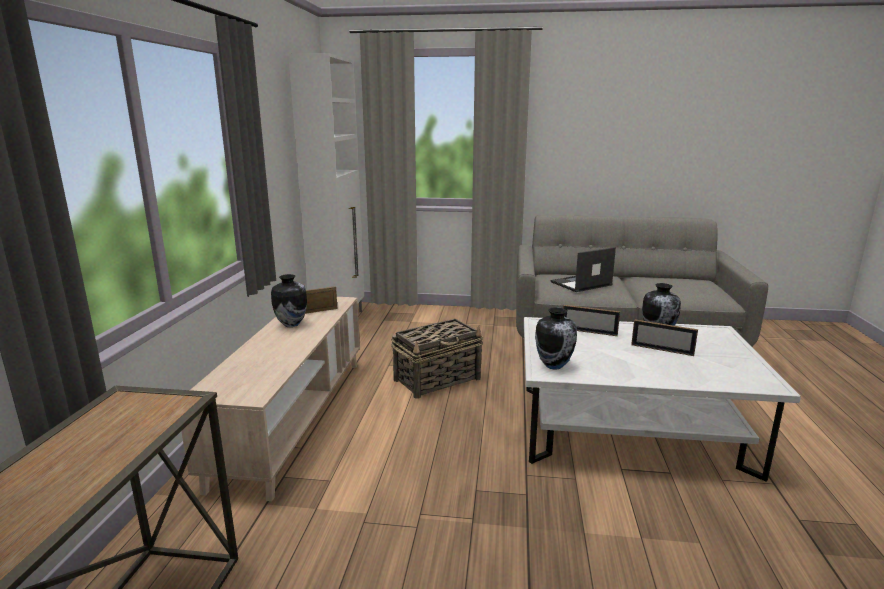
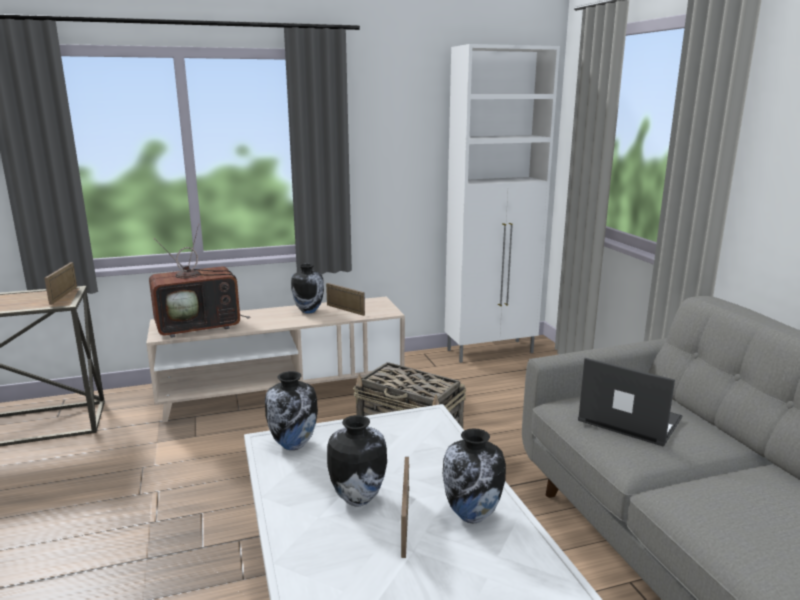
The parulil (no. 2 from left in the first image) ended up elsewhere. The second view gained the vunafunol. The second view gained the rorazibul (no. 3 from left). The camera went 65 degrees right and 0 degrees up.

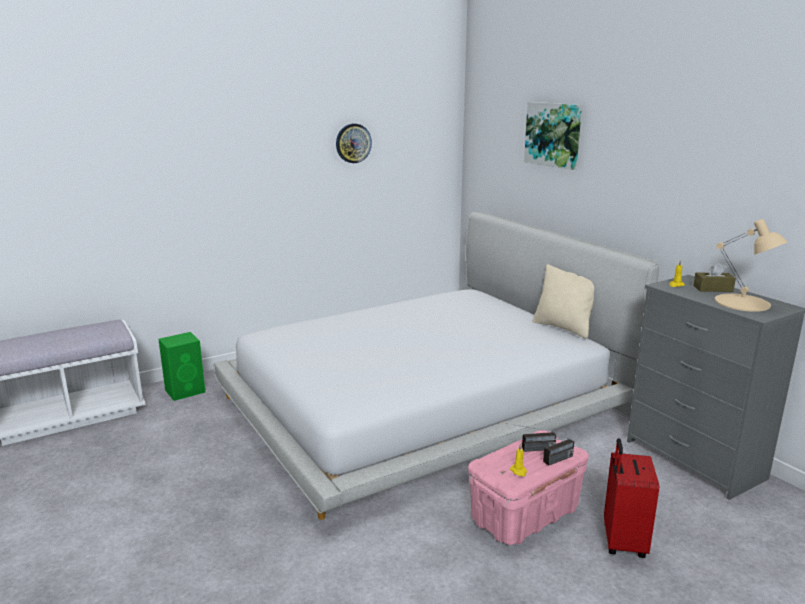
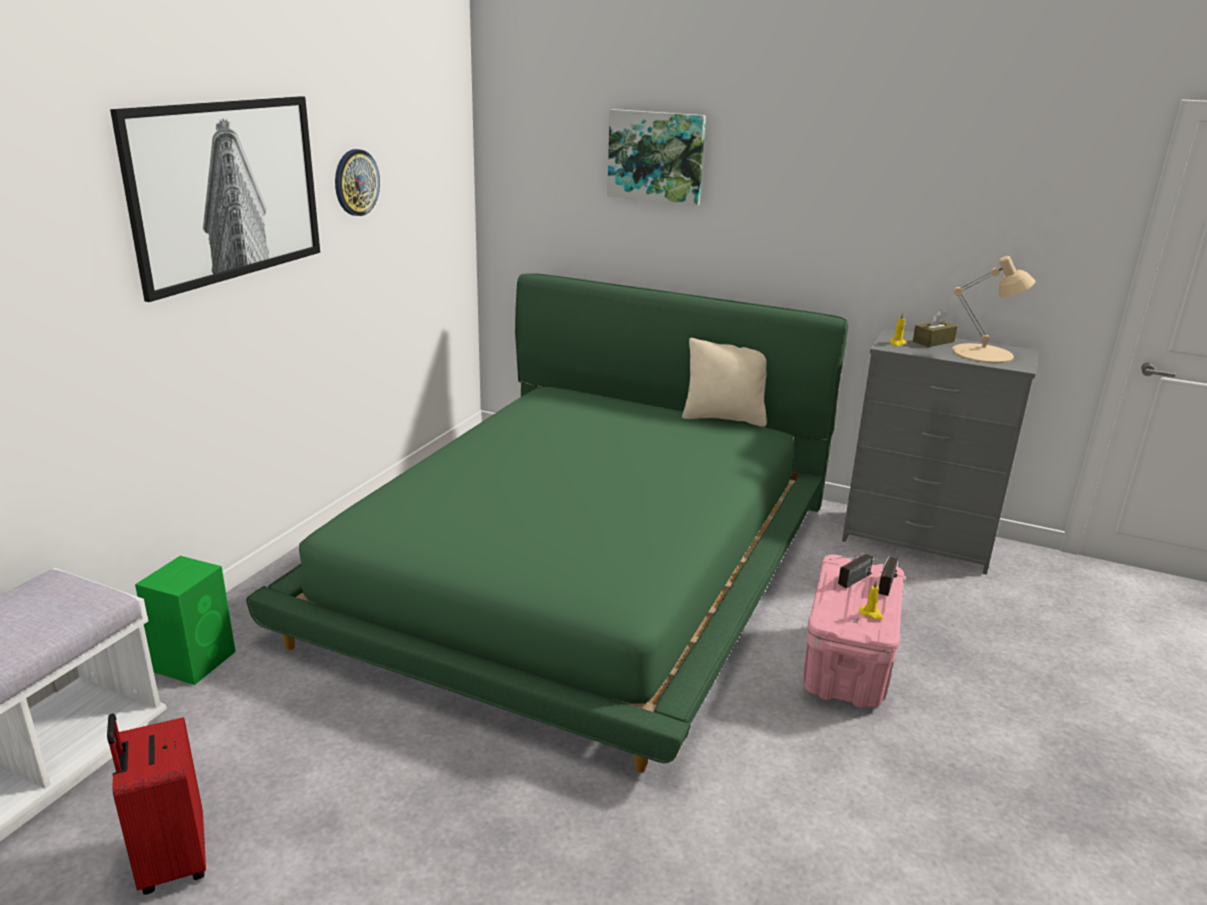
The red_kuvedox ended up elsewhere. The second view gained the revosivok (no. 1 from left). What was the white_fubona turned into the green_fubona. The camera went 35 degrees left and 5 degrees up.

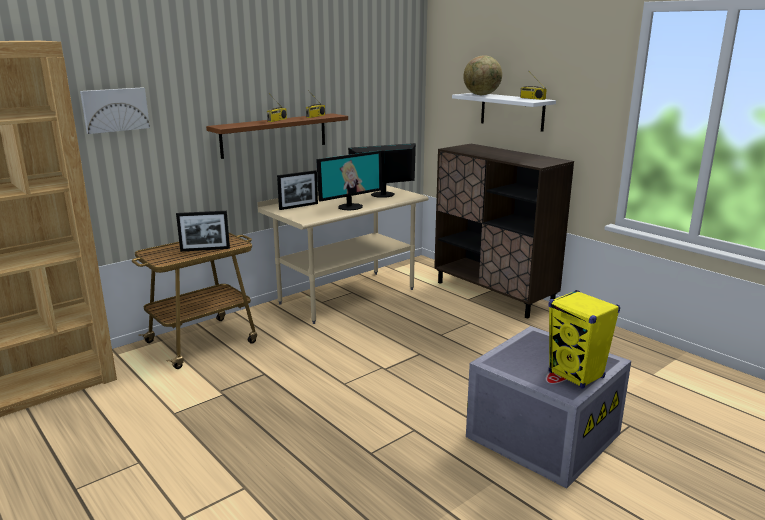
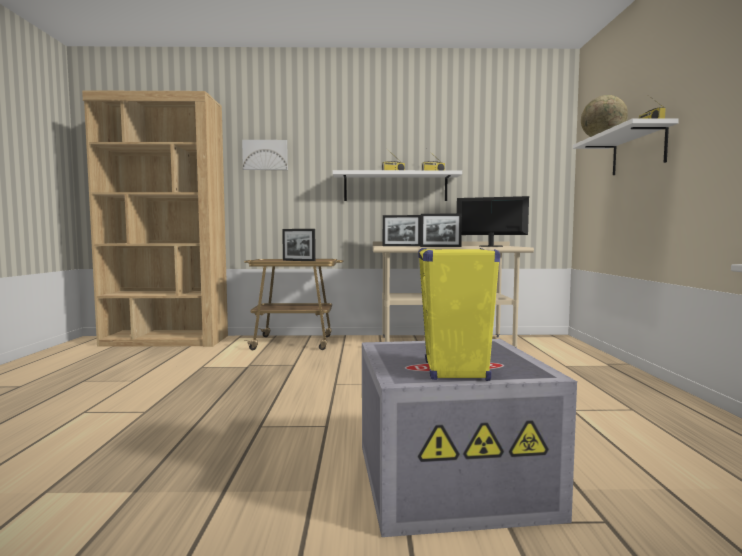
What was the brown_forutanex turned into the white_forutanex (no. 1 from left). Where the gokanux (no. 1 from left) stood, the parulil (no. 3 from left) came to stand. The second view lost the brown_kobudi. The camera went 40 degrees right and 15 degrees down.

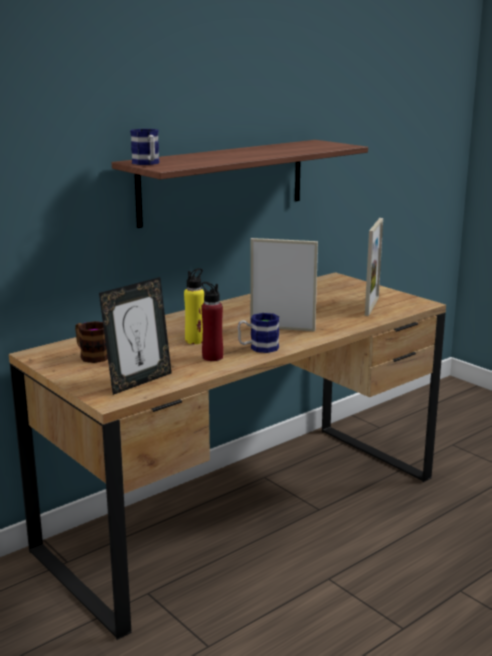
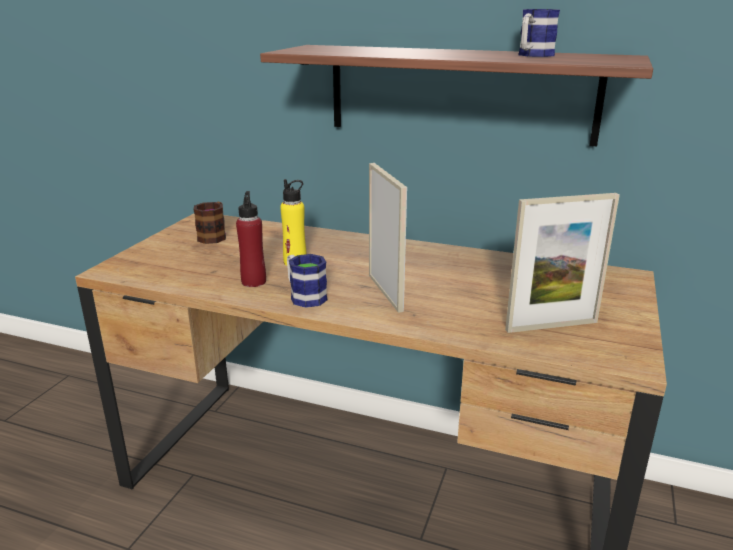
The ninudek (no. 2 from left in the first image) ended up elsewhere. The second view lost the parulil (no. 1 from left). The camera went 60 degrees right and 5 degrees up.

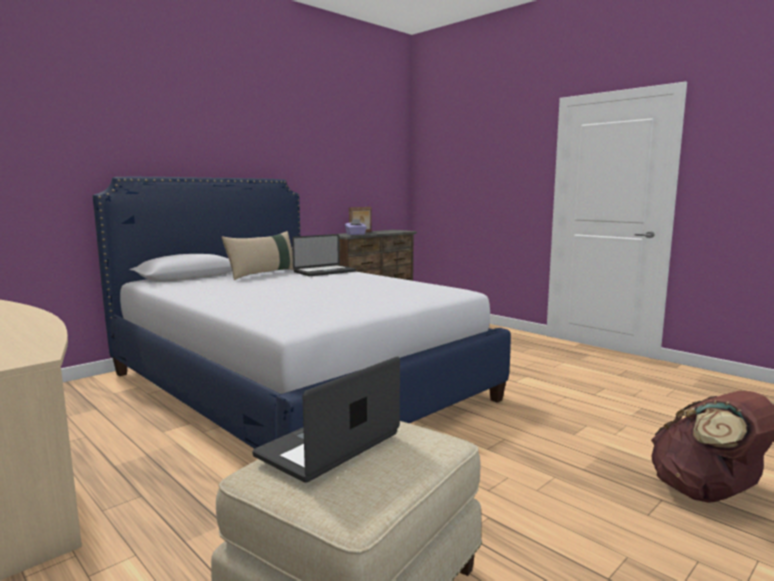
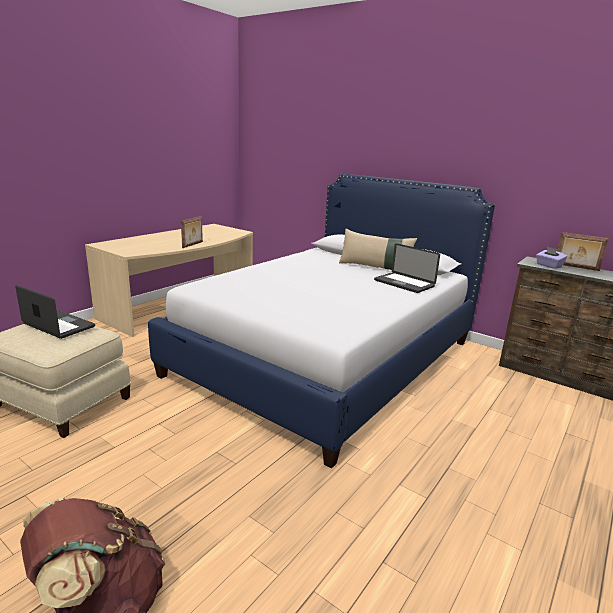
The second view gained the parulil (no. 1 from left). The camera went 80 degrees right and 10 degrees up.

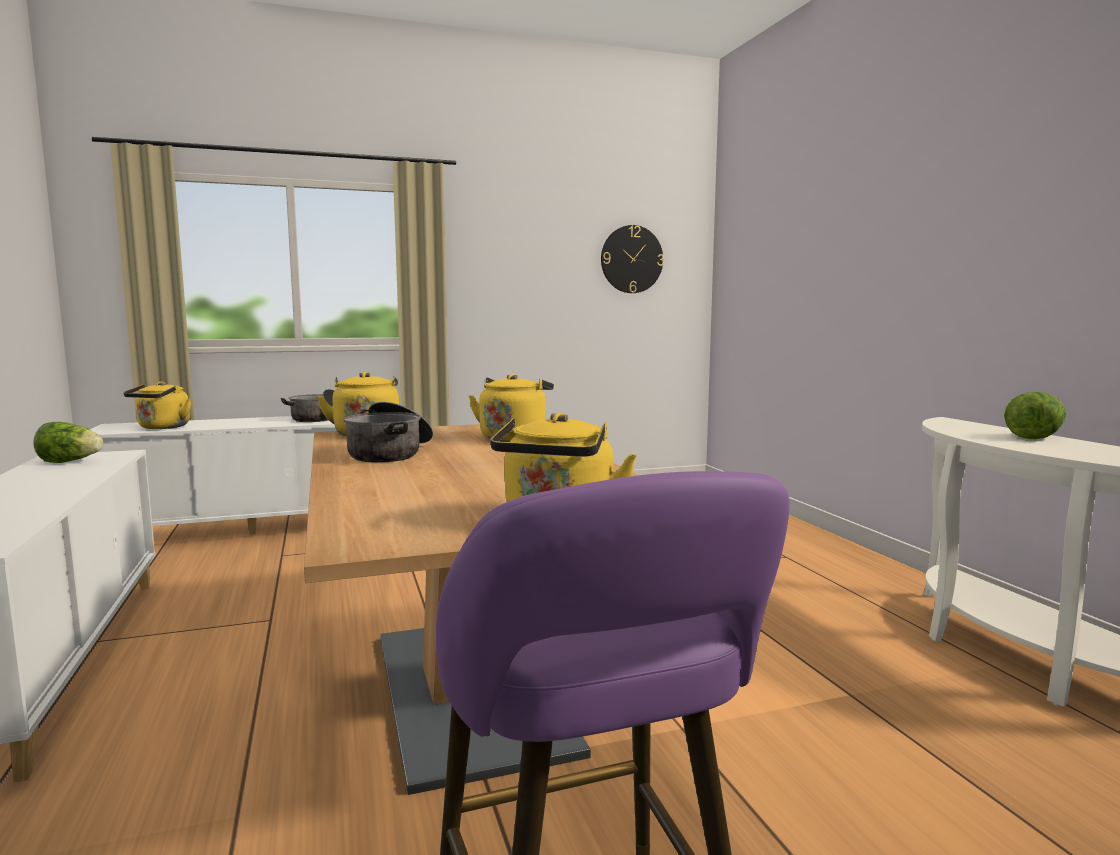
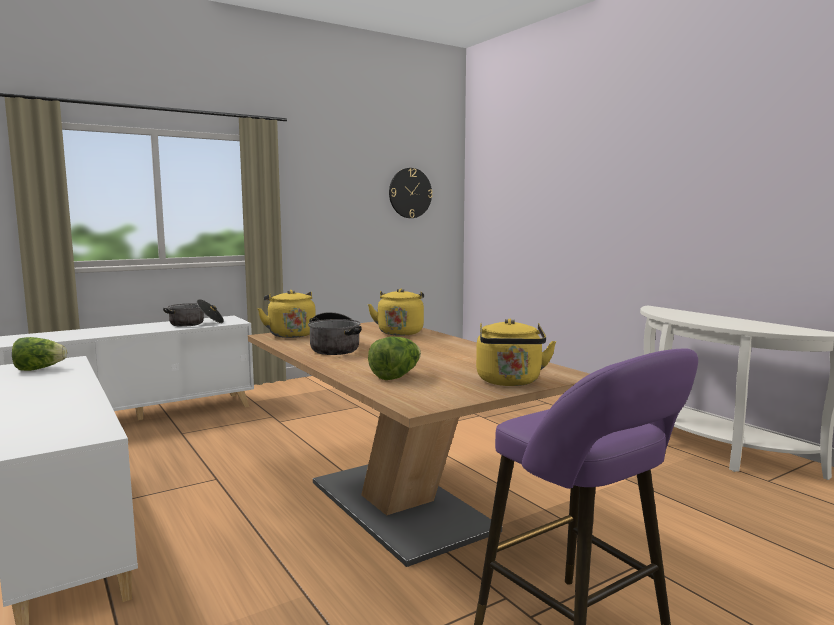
The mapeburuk (no. 2 from left) ended up elsewhere. The second view lost the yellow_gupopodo (no. 1 from left). The camera went 15 degrees left and 0 degrees up.

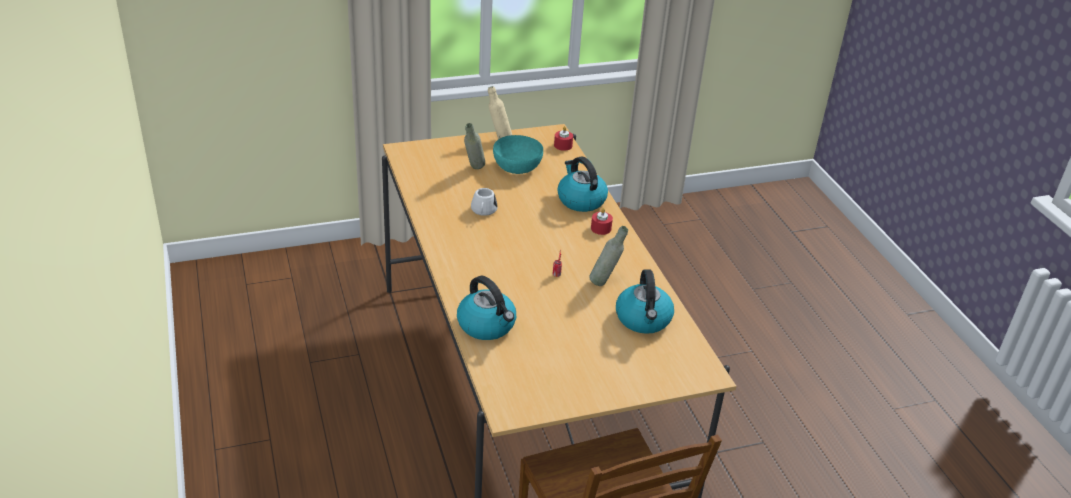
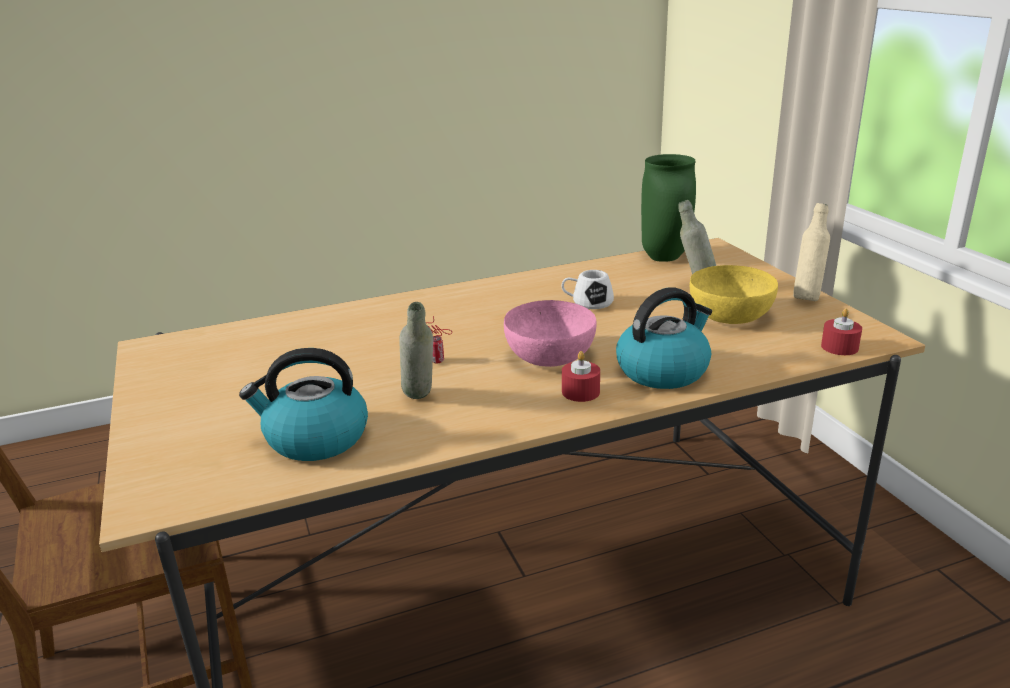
The second view gained the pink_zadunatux. The second view gained the green_rorazibul. What was the turquoise_zadunatux turned into the yellow_zadunatux. The second view lost the gupopodo (no. 1 from left). The camera went 90 degrees right and 10 degrees down.

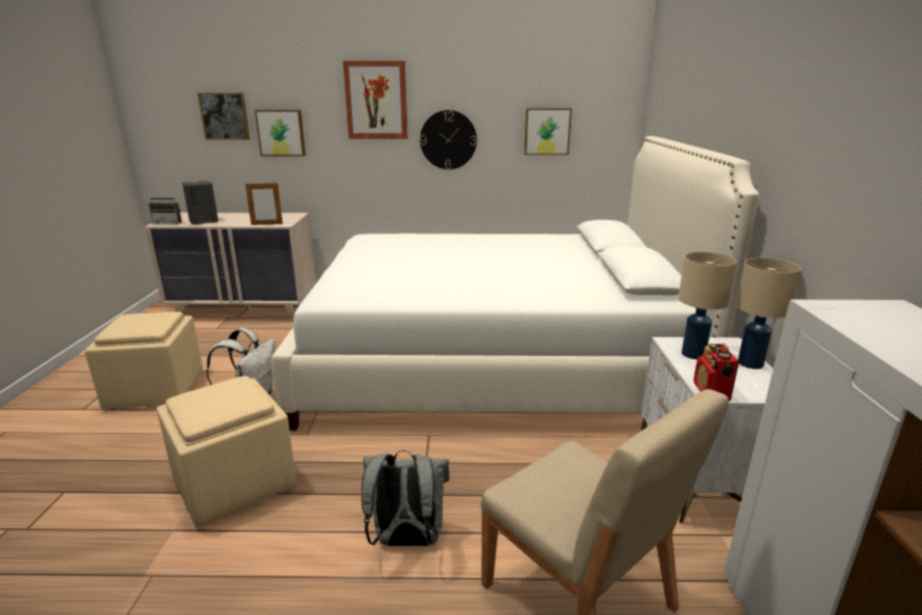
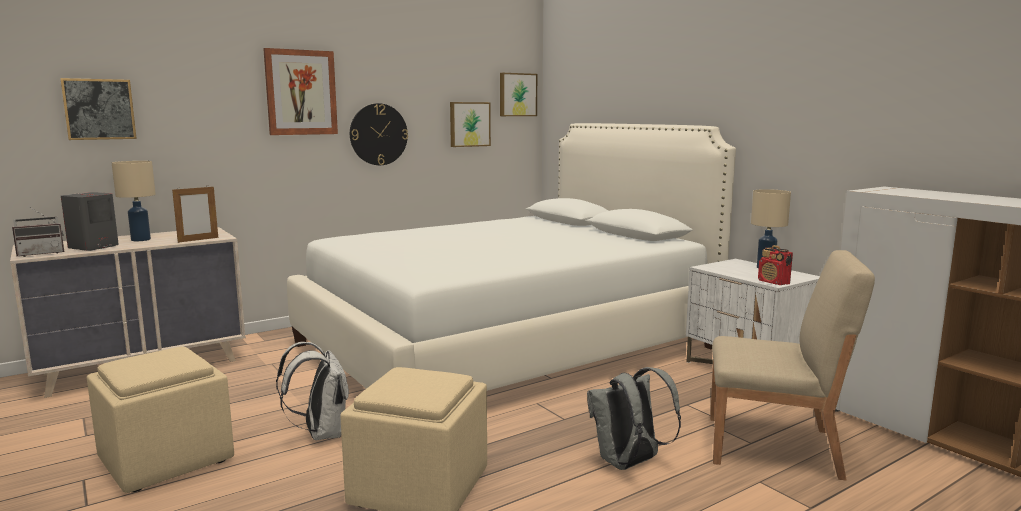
The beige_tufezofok (no. 1 from left) ended up elsewhere. The revosivok (no. 2 from left in the first image) ended up elsewhere. The camera went 35 degrees left and 10 degrees down.

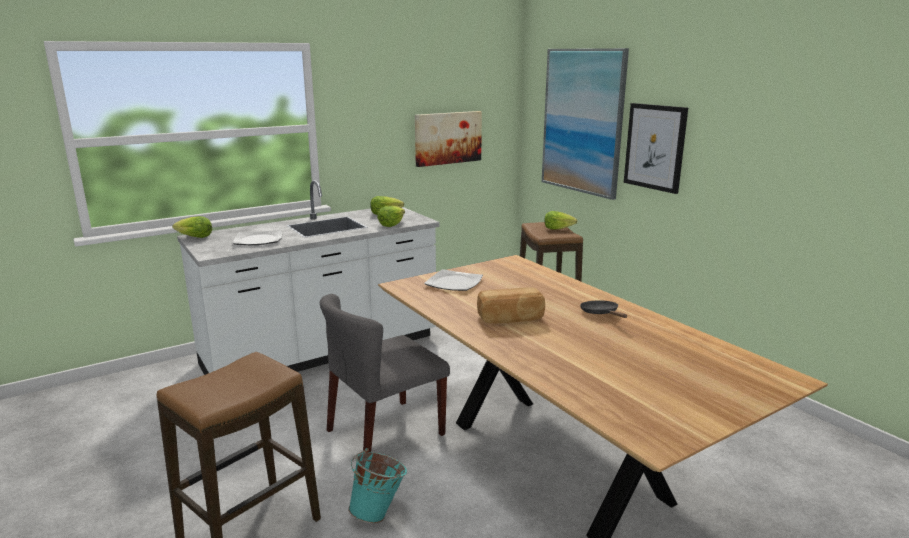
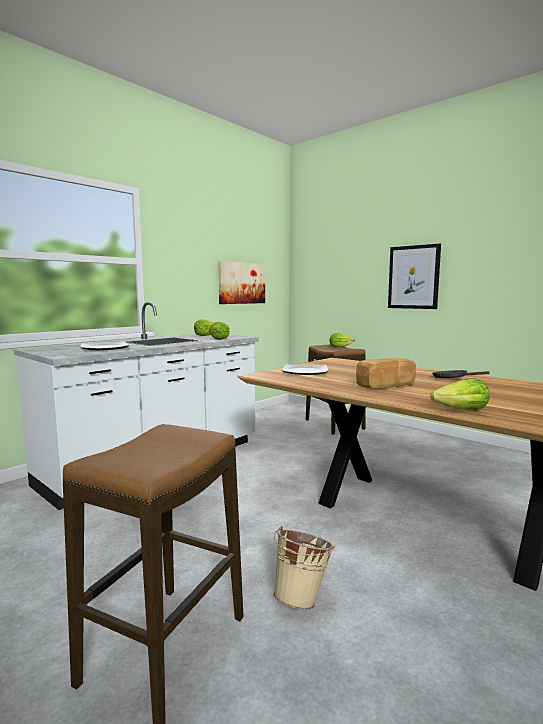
What was the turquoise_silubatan turned into the beige_silubatan. The mapeburuk (no. 1 from left in the first image) ended up elsewhere. The second view lost the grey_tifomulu. The second view lost the revosivok (no. 2 from left). The camera went 15 degrees left and 10 degrees down.

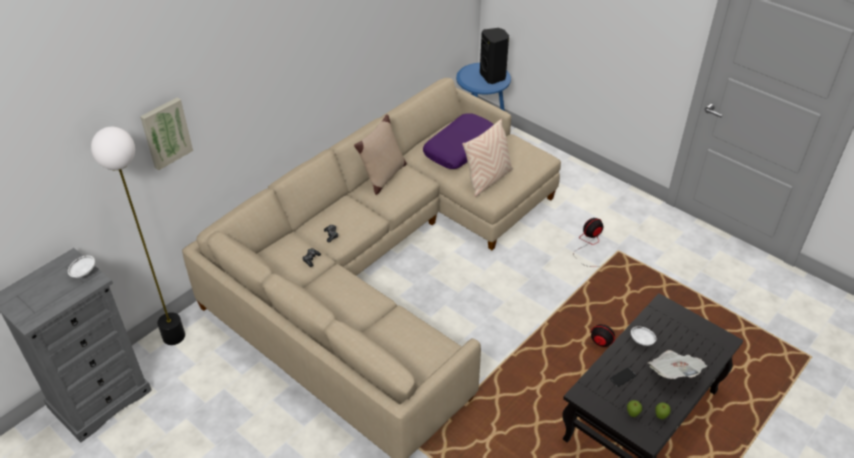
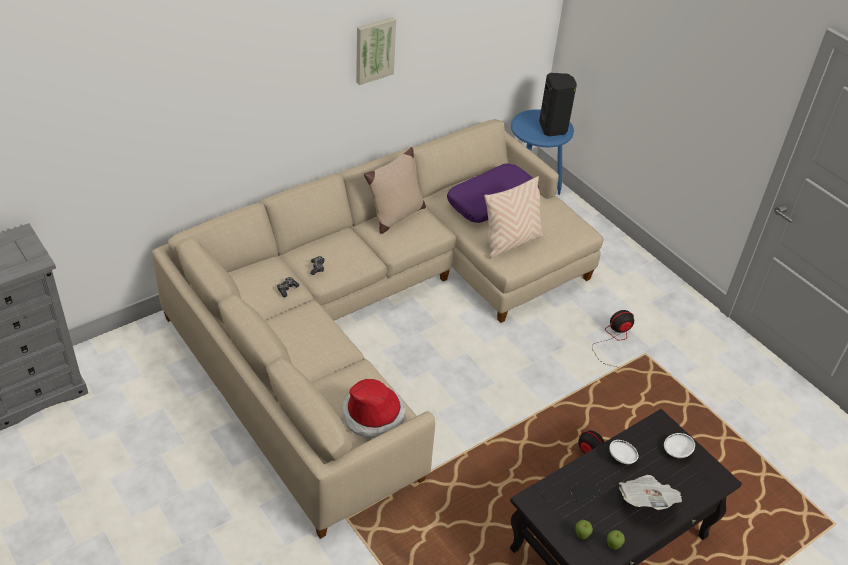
The second view gained the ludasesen. The revosivok ended up elsewhere. The white_zadunatux (no. 1 from left in the first image) ended up elsewhere. The second view lost the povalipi. The camera went 10 degrees right and 0 degrees up.

